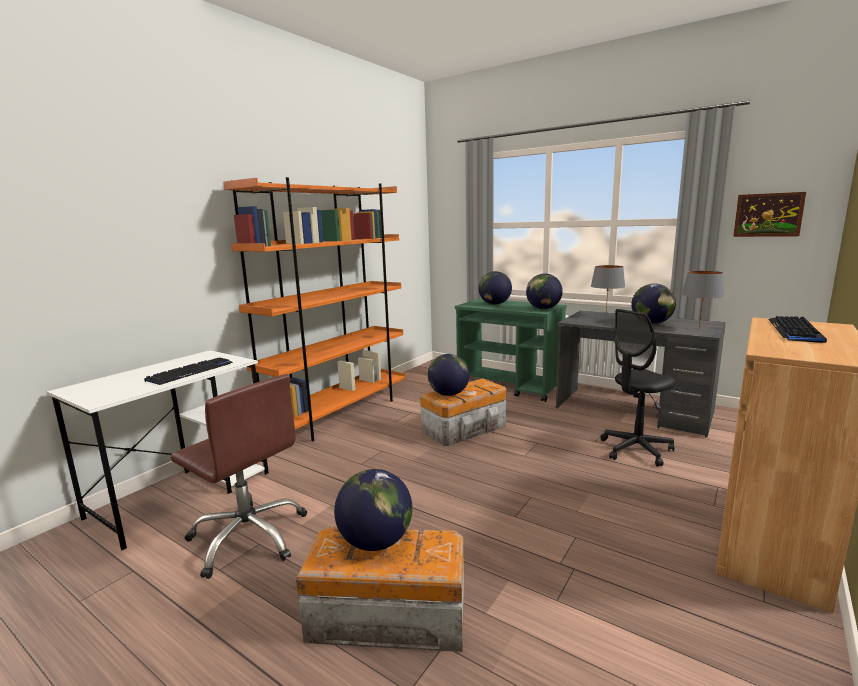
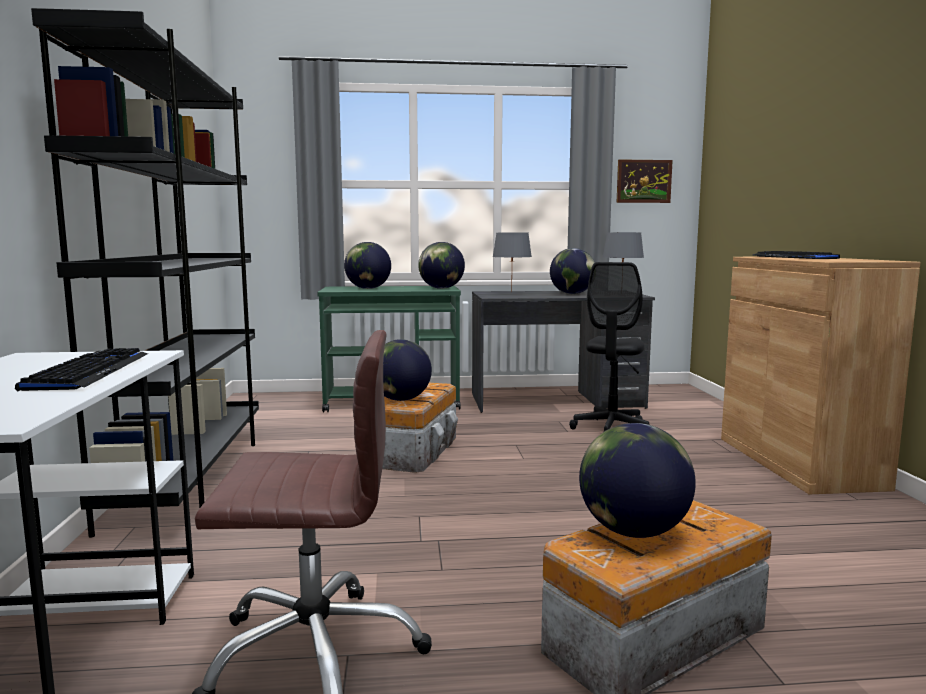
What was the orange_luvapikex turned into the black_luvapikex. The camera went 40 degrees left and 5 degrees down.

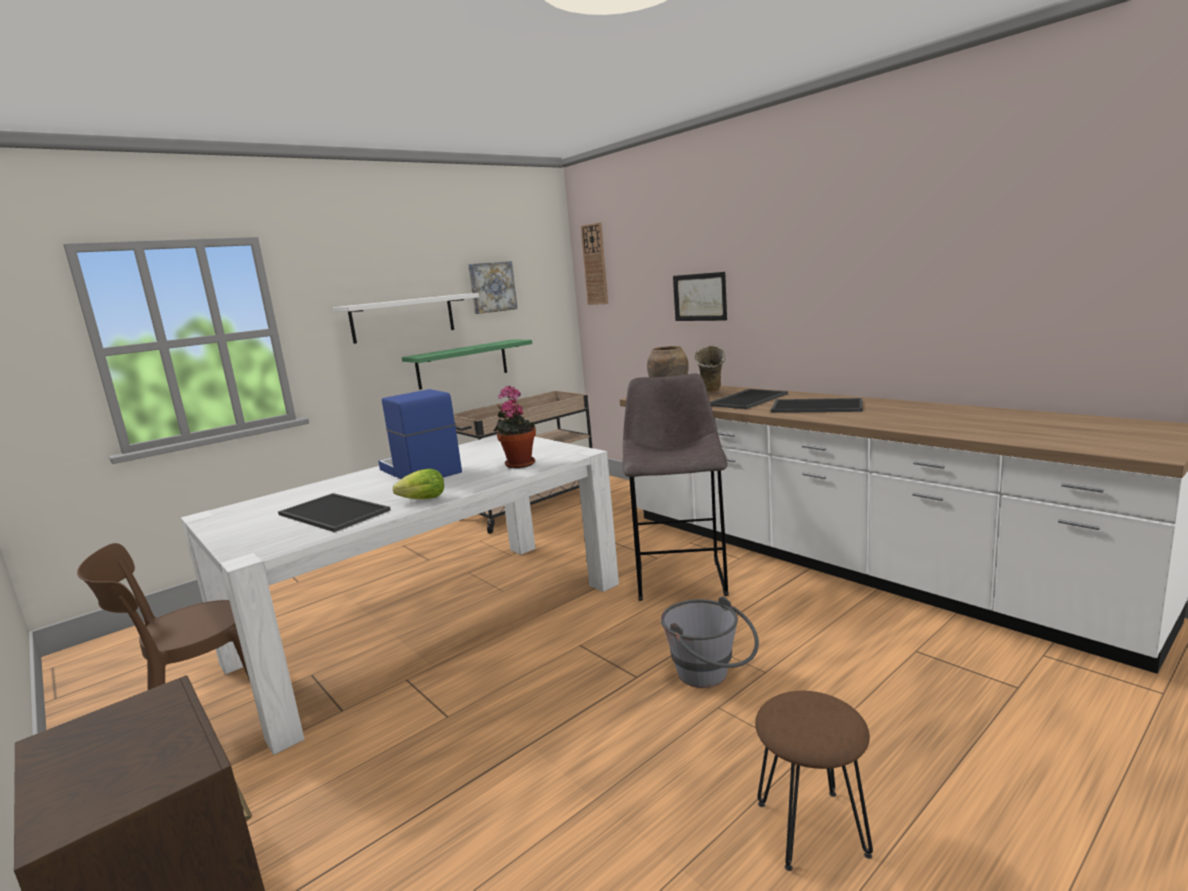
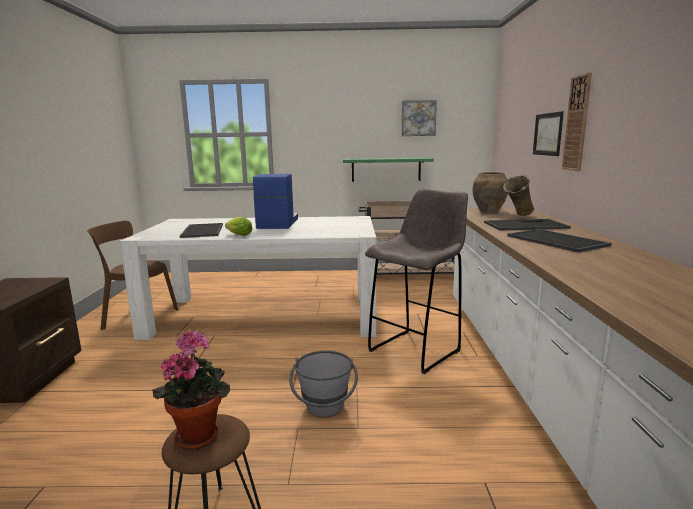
The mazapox ended up elsewhere. The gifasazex ended up elsewhere. The second view lost the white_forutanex. The camera went 40 degrees right and 0 degrees up.

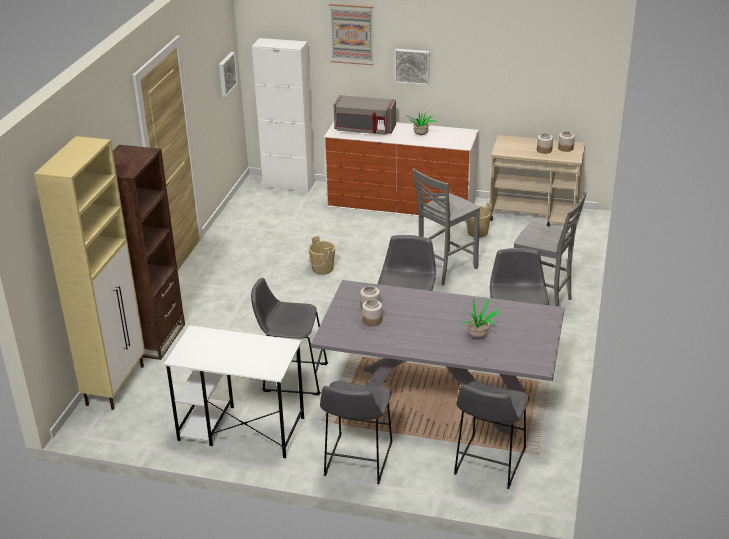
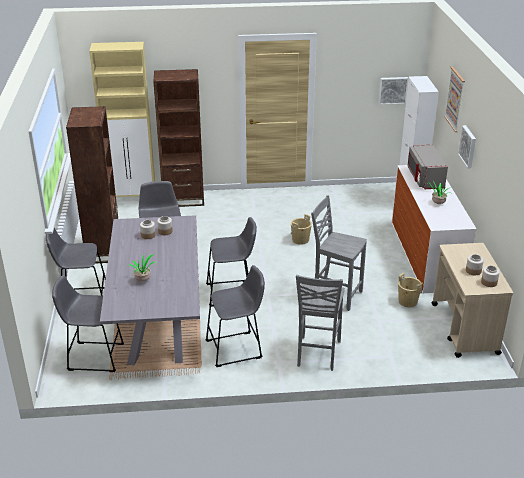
Where the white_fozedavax stood, the brown_luvapikex (no. 1 from left) came to stand. The camera went 70 degrees right and 0 degrees up.

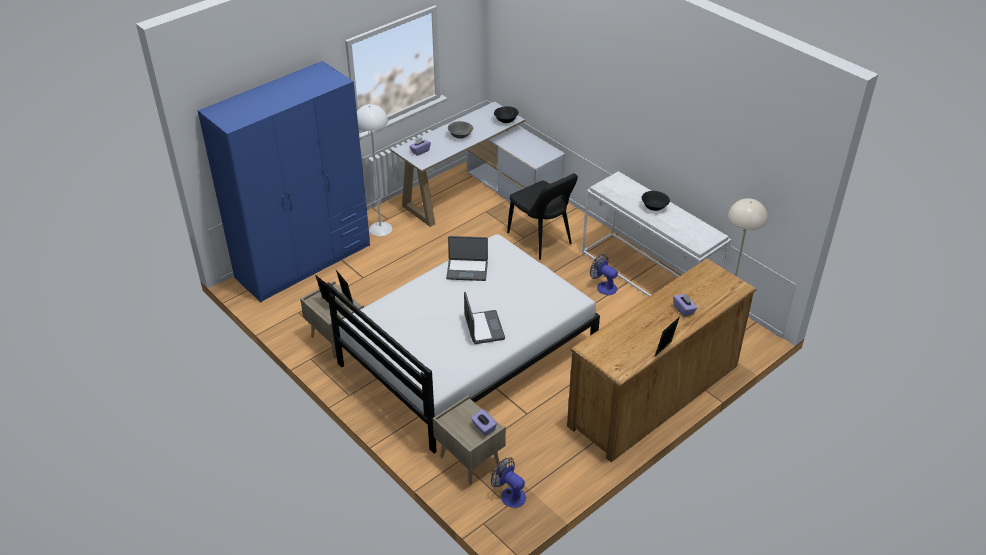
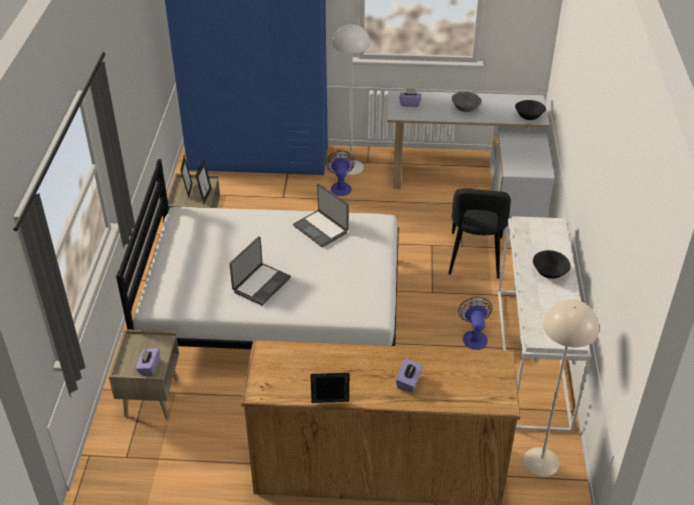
The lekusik (no. 1 from left) ended up elsewhere. The camera went 45 degrees right and 0 degrees up.

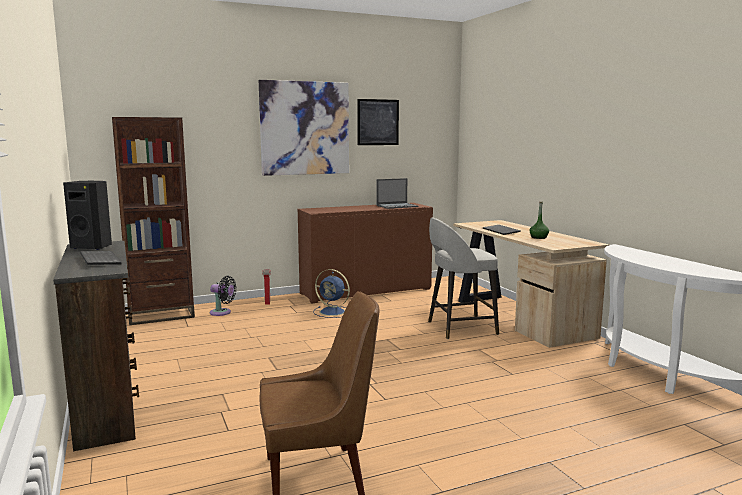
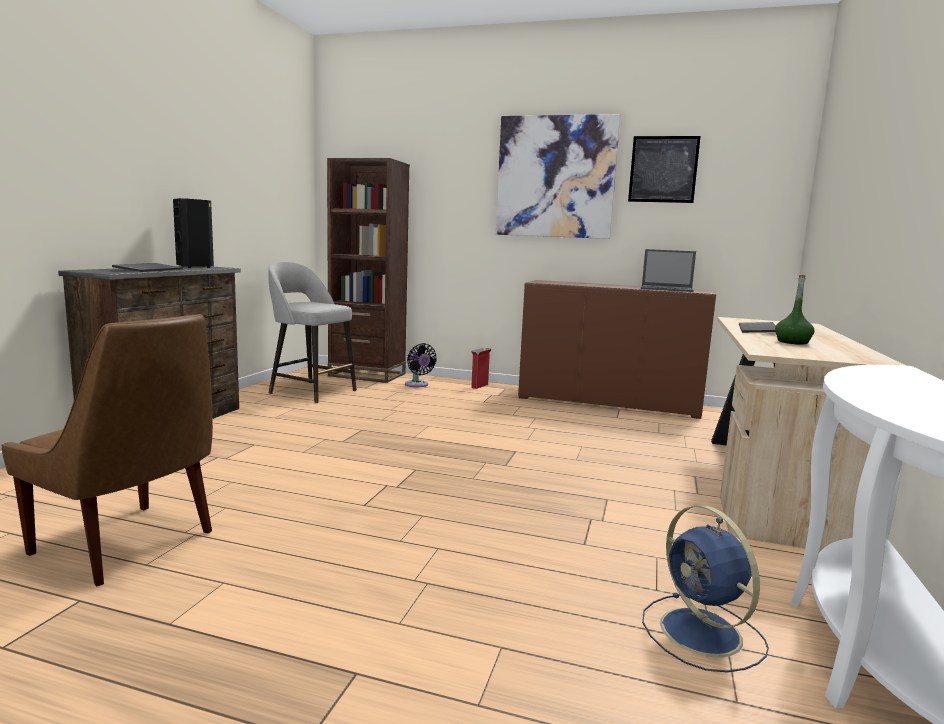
The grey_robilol ended up elsewhere. The blue_lekusik ended up elsewhere. The camera went 40 degrees right and 0 degrees up.

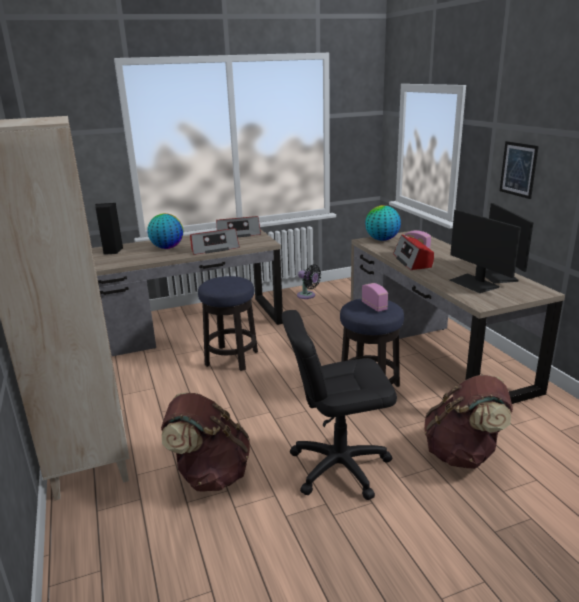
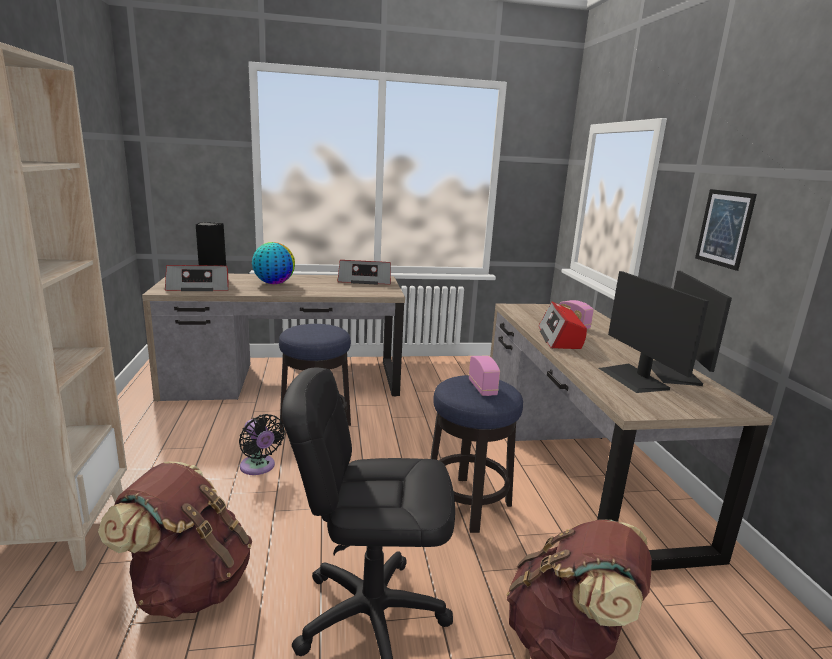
The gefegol (no. 1 from left) ended up elsewhere. The black_lekusik ended up elsewhere. The second view lost the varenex (no. 2 from left). The camera went 10 degrees right and 5 degrees down.

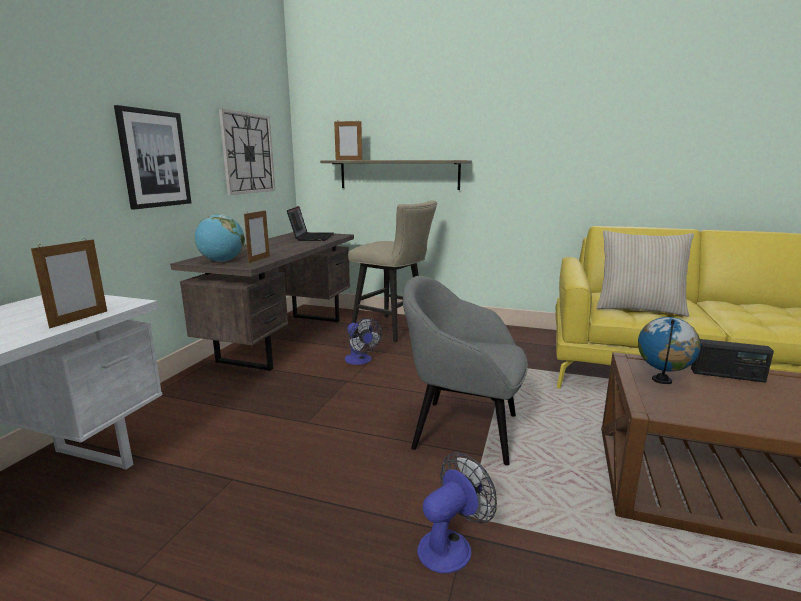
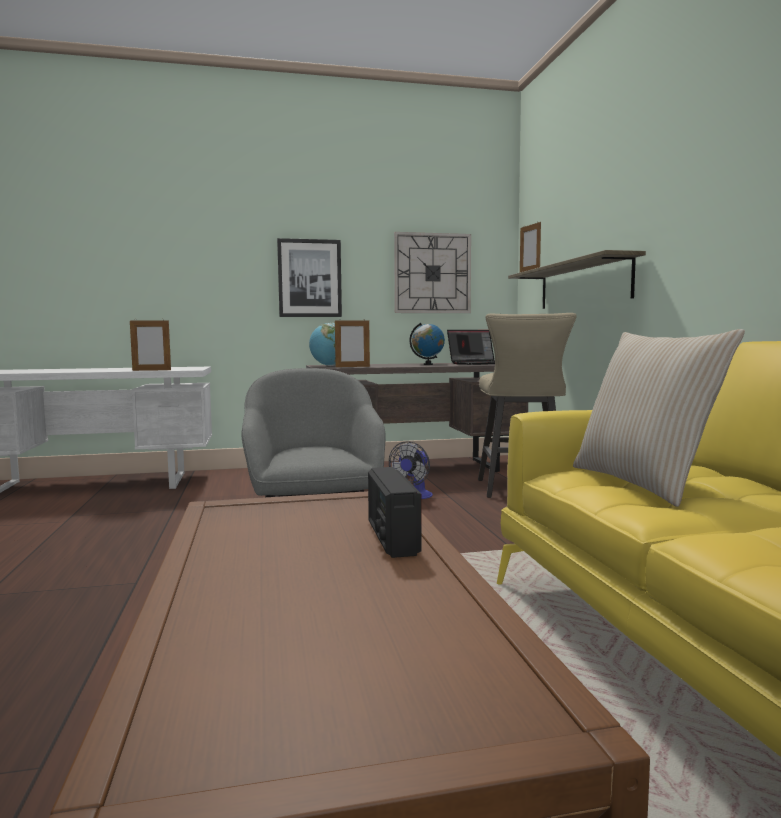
The varenex (no. 2 from left) ended up elsewhere. The second view lost the lekusik (no. 2 from left). The camera went 60 degrees right and 10 degrees down.

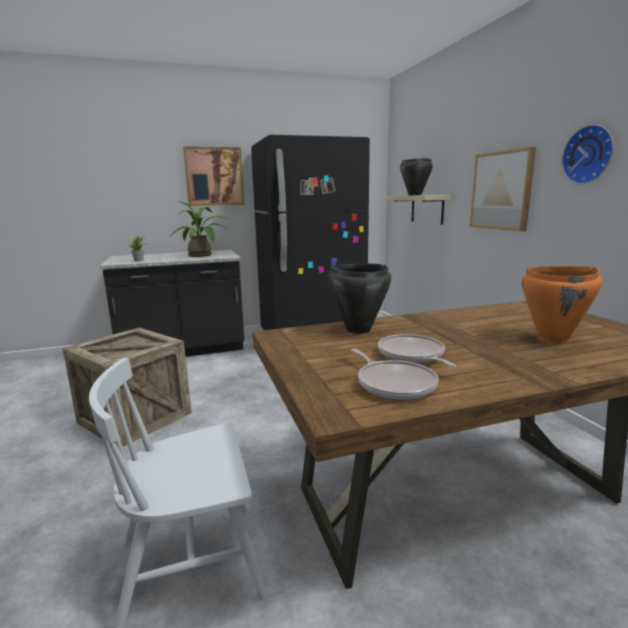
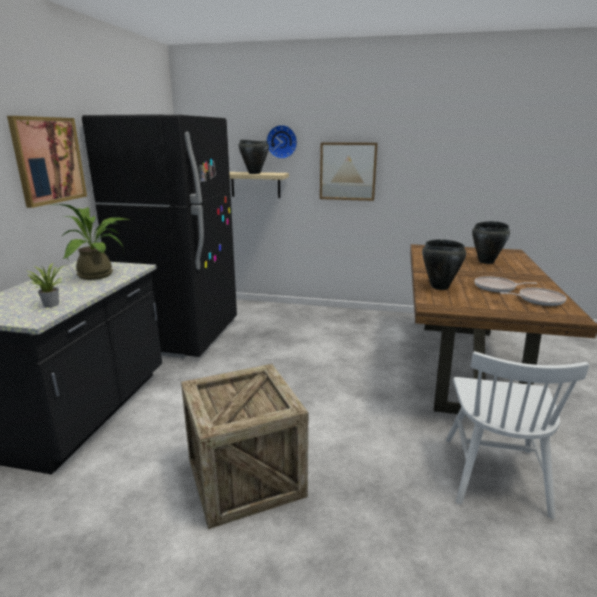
The gifasazex ended up elsewhere. What was the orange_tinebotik turned into the black_tinebotik (no. 3 from left). The camera went 60 degrees left and 5 degrees up.

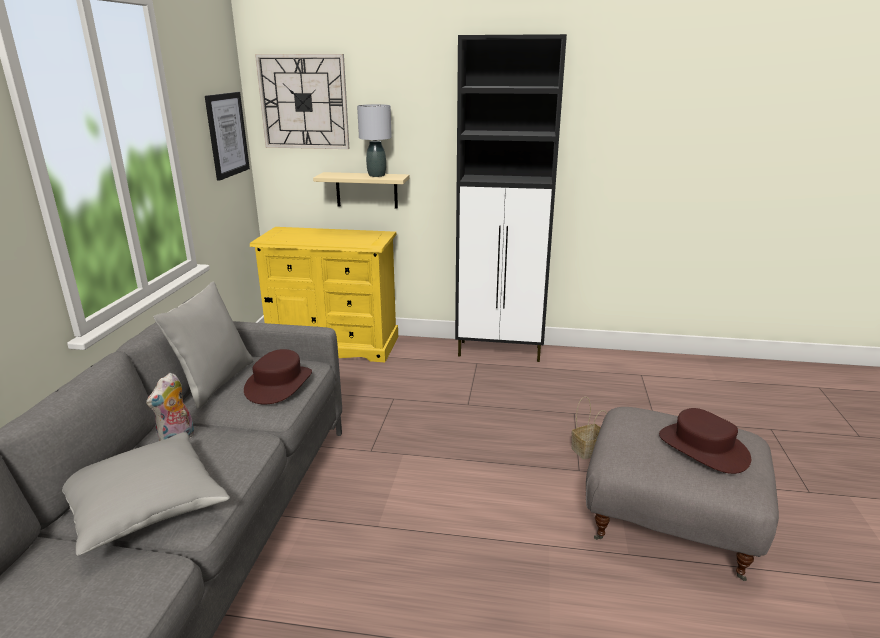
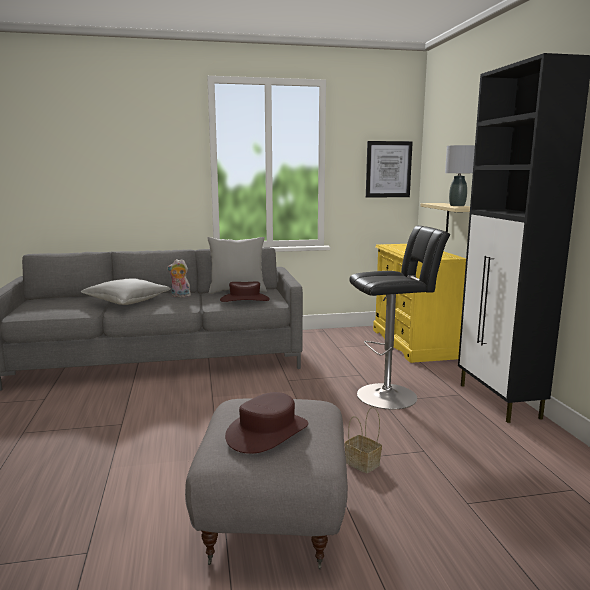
The second view gained the black_robilol. The second view lost the gifasazex. The camera went 70 degrees right and 10 degrees down.

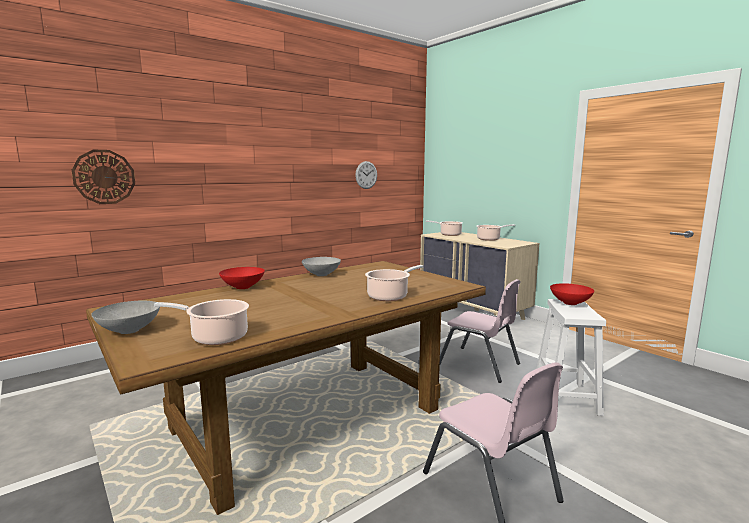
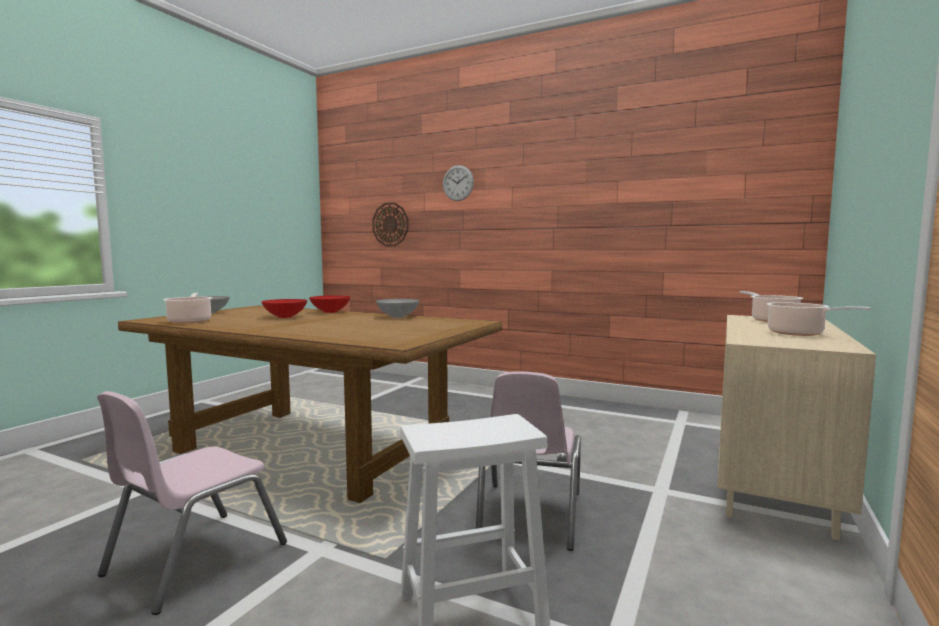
The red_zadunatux (no. 2 from left in the first image) ended up elsewhere. The gifasazex (no. 2 from left) ended up elsewhere. The second view lost the tinebotik (no. 2 from left). The camera went 65 degrees right and 5 degrees down.

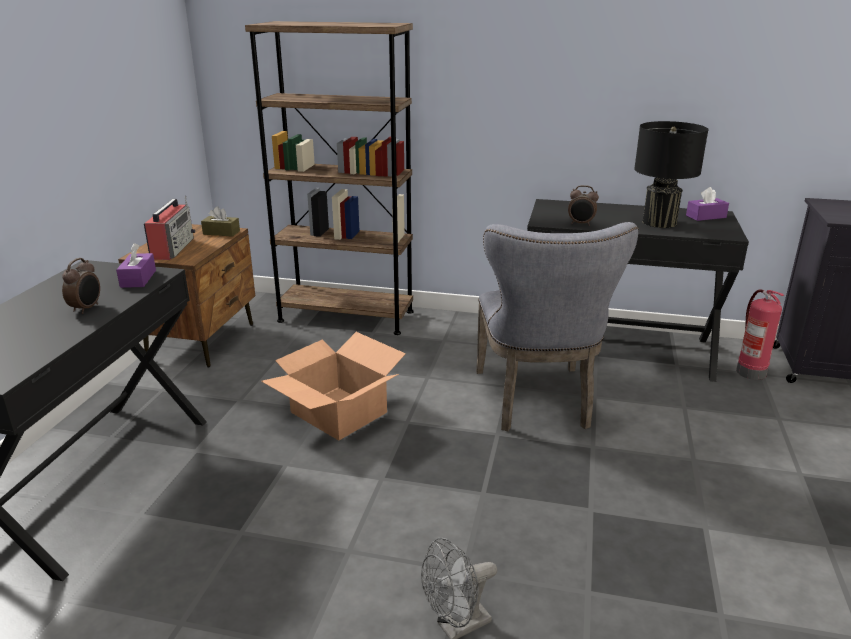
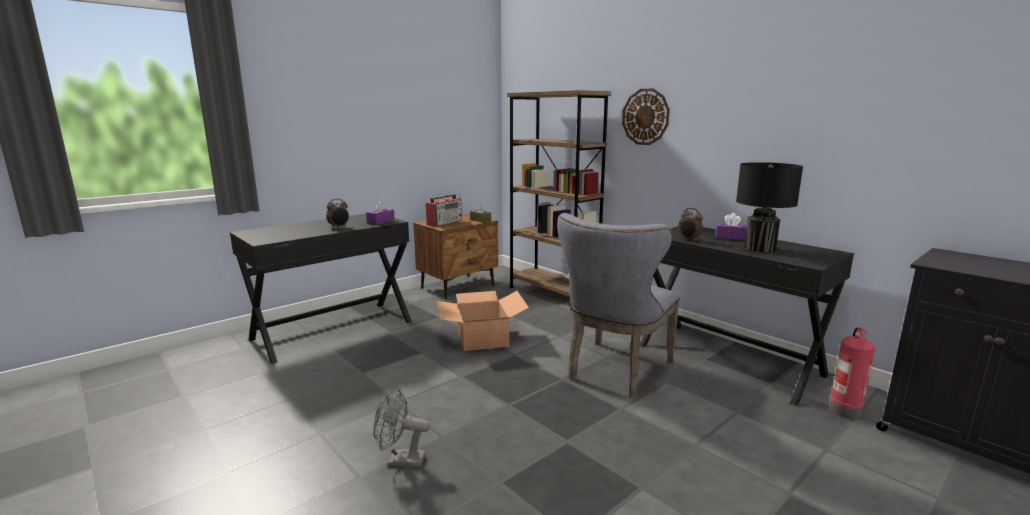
The second view gained the gifasazex. The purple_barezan (no. 2 from left) ended up elsewhere. The camera went 35 degrees right and 10 degrees down.

